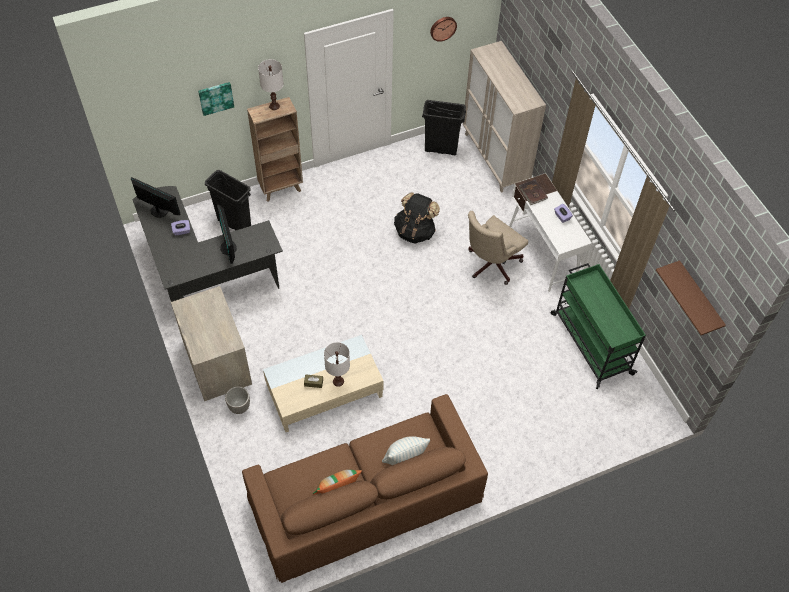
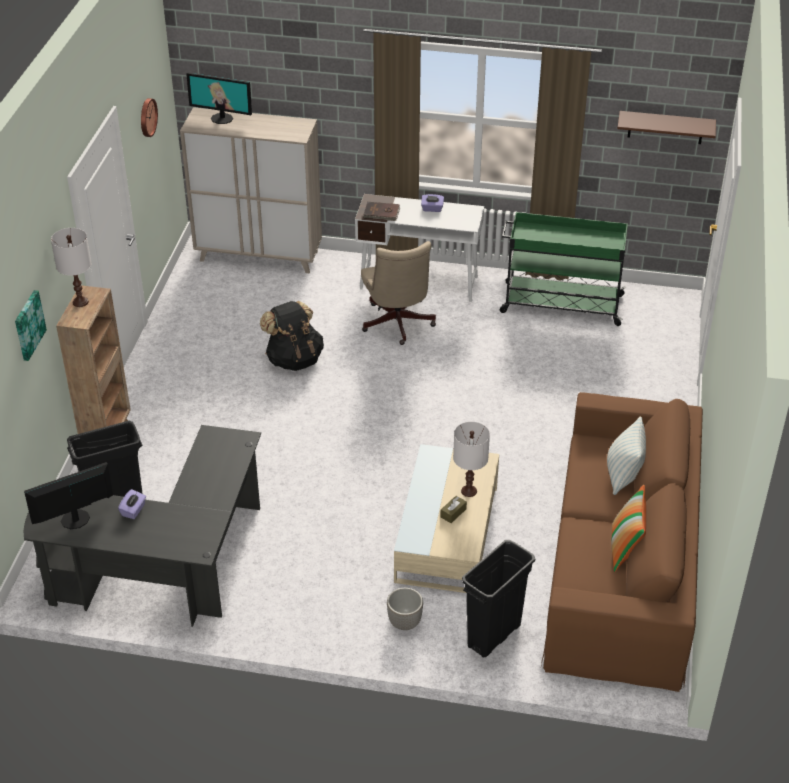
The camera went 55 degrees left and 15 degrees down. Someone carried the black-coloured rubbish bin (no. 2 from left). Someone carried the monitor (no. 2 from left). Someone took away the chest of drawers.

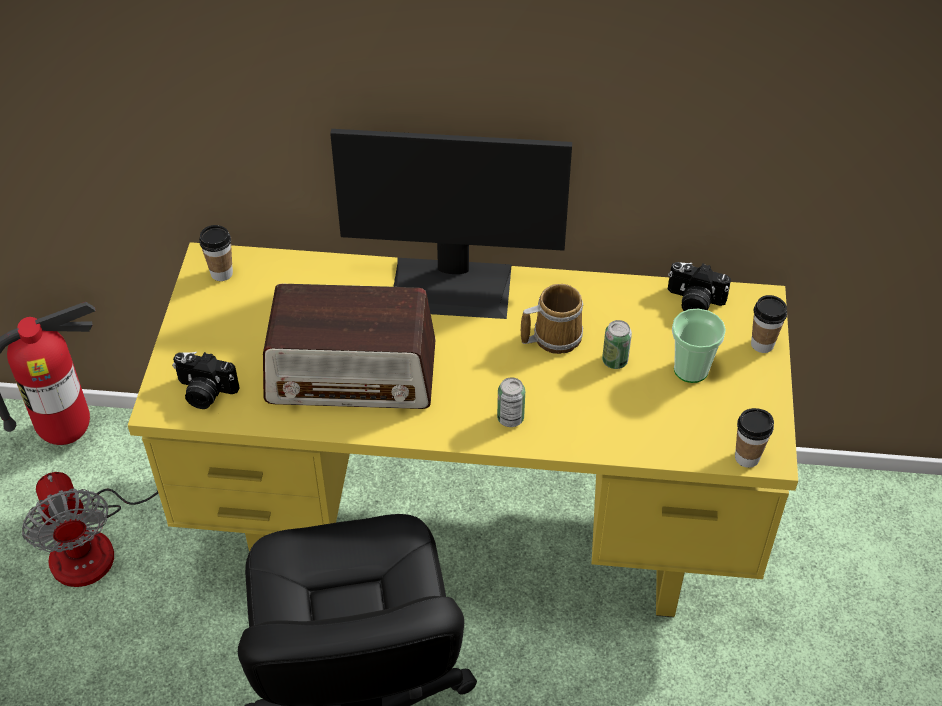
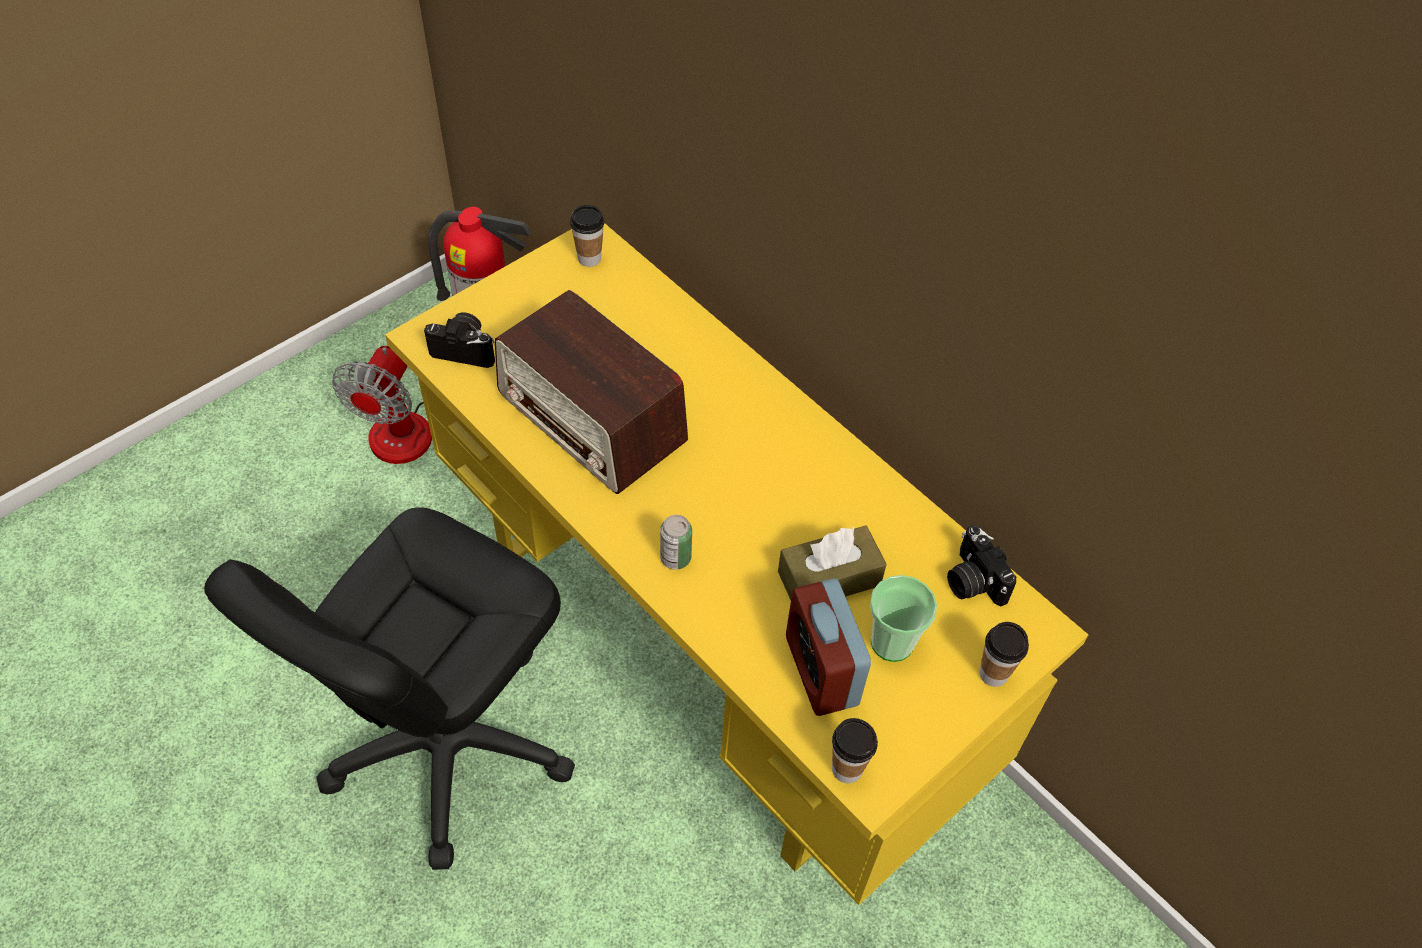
The camera went 40 degrees right and 5 degrees up. Someone took away the monitor. Someone took away the mug. Someone swapped the metal can (no. 2 from left) for the brownish tissue holder. Someone rotated the photo camera (no. 1 from left) by 135 degrees clockwise. Someone put down the alarm clock.

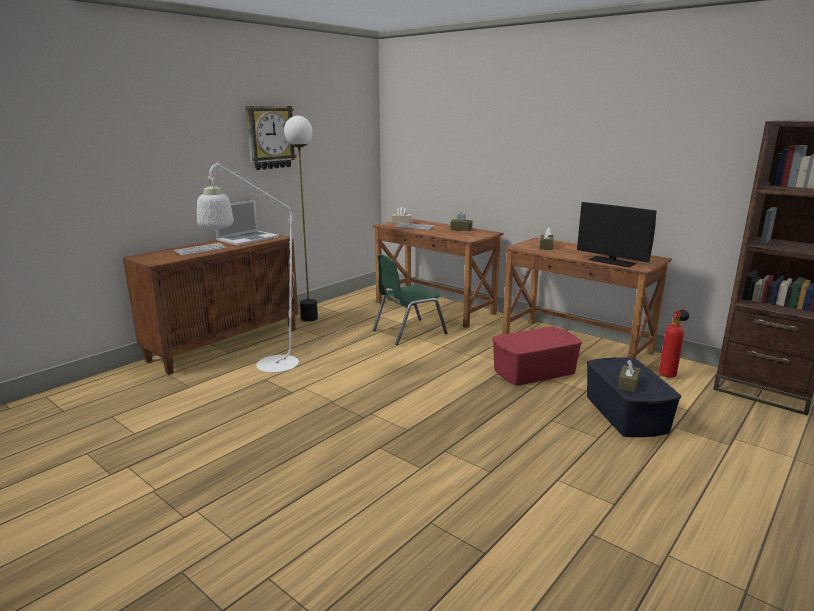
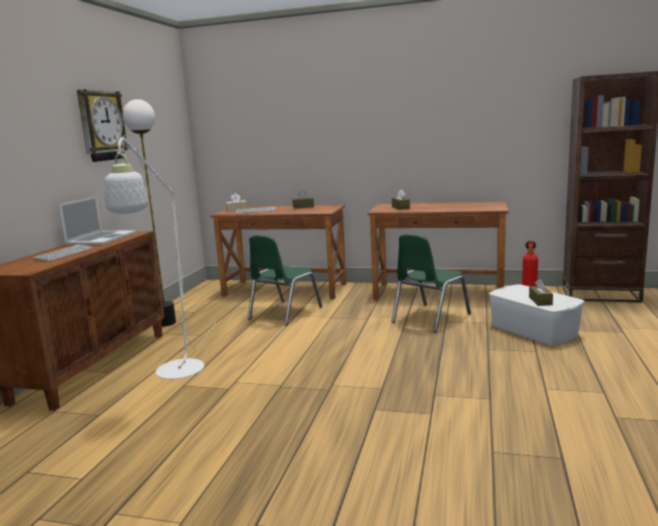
The camera went 25 degrees left and 5 degrees down. Someone took away the monitor. Someone swapped the red storage container for the green-coloured upright chair (no. 2 from left). Someone repainted the blue storage container, which became the white storage container.

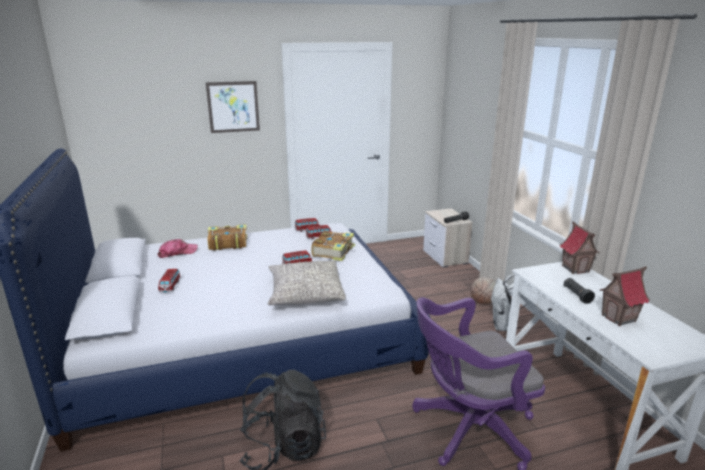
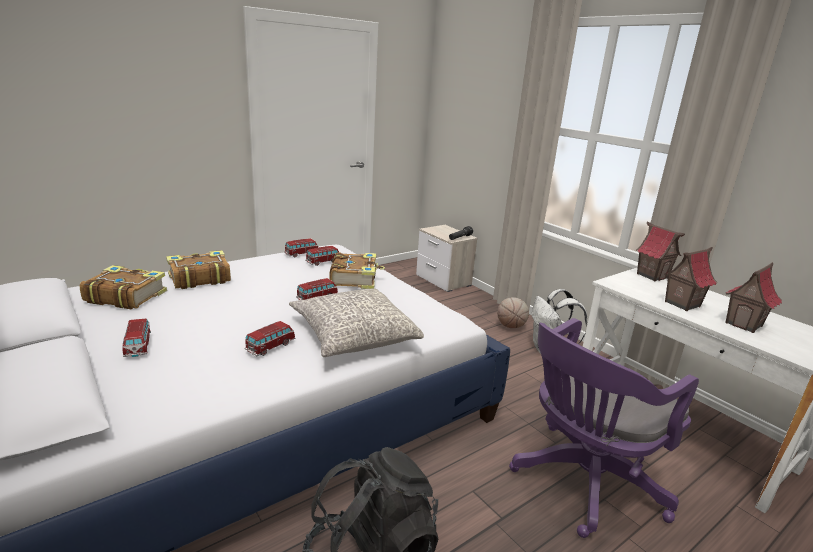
The camera went 20 degrees left and 0 degrees up. Someone took away the wall picture. Someone swapped the baseball cap for the bound book (no. 1 from left). Someone swapped the black-coloured flashlight (no. 2 from left) for the toy house (no. 2 from left). Someone put down the miniature car (no. 2 from left).

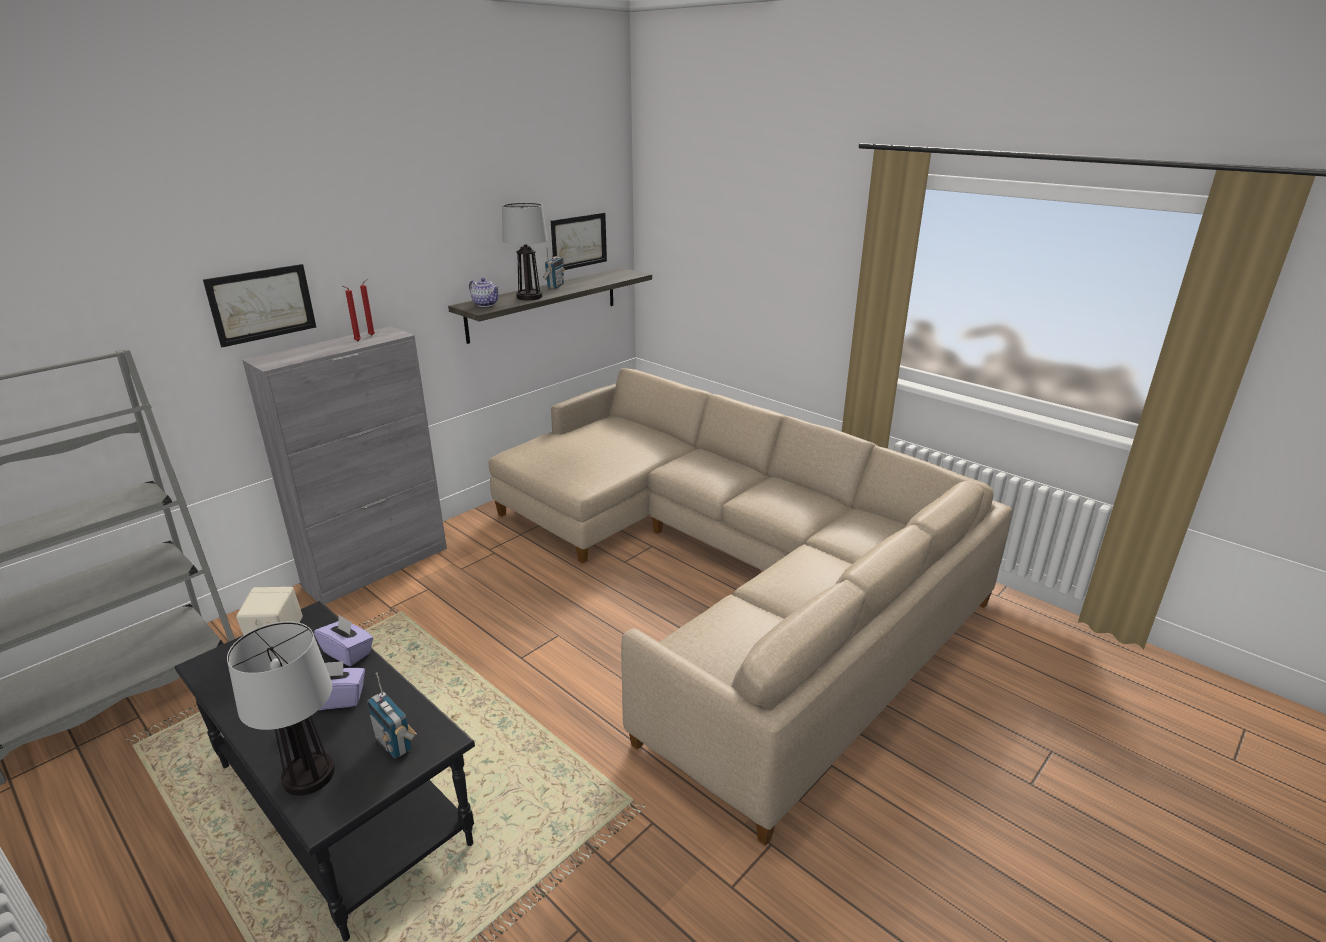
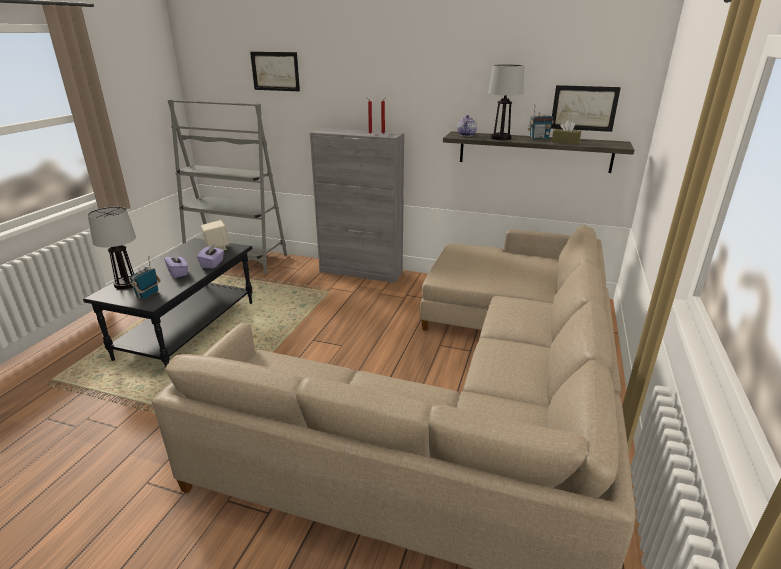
The camera went 65 degrees right and 0 degrees up. Someone carried the wall picture (no. 1 from left). Someone put down the brownish tissue holder.

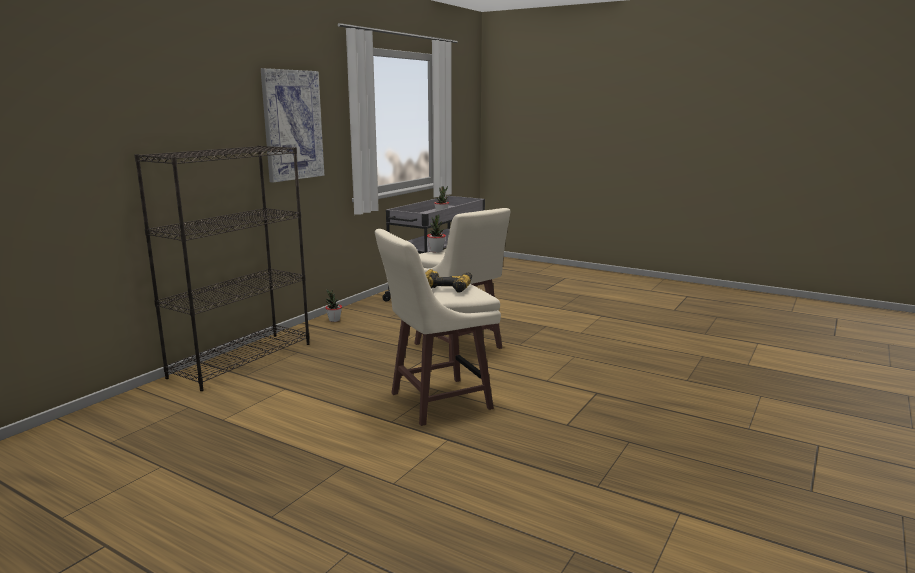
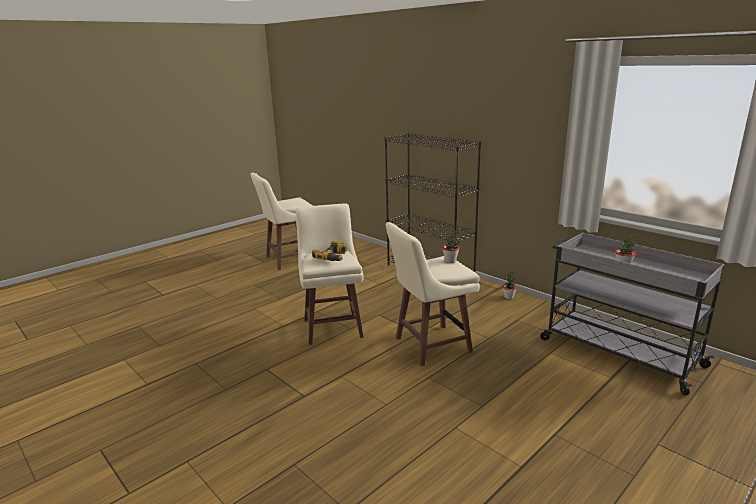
The camera went 105 degrees right and 5 degrees up. Someone took away the wall picture. Someone put down the beige-coloured stool seat (no. 1 from left).

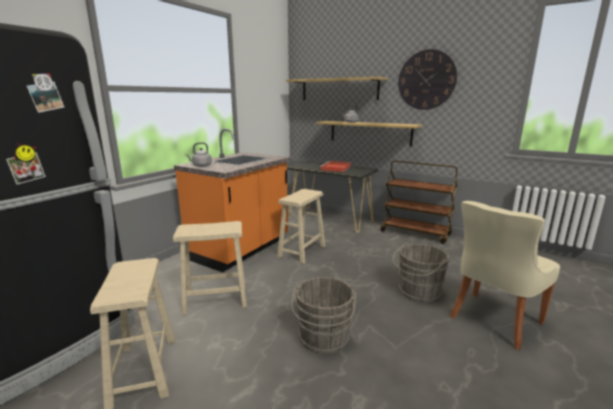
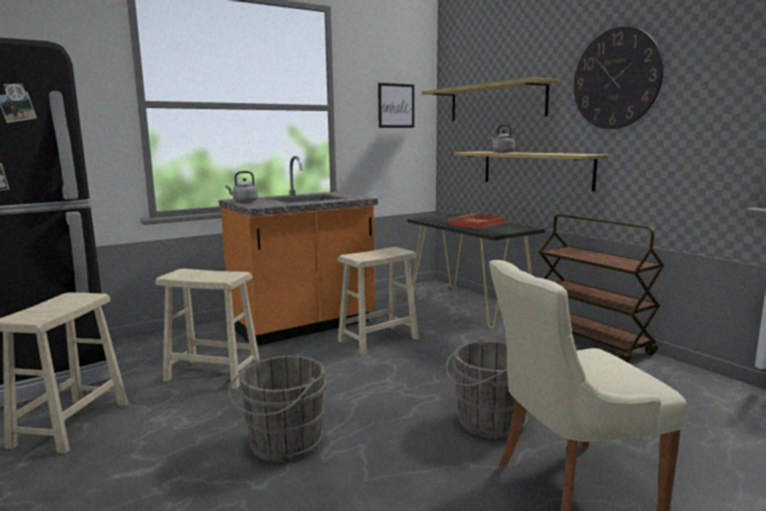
The camera went 25 degrees right and 5 degrees down. Someone put up the wall picture.

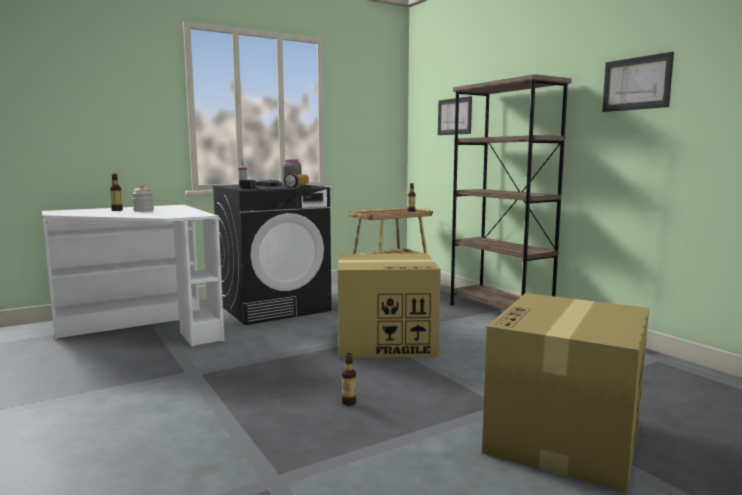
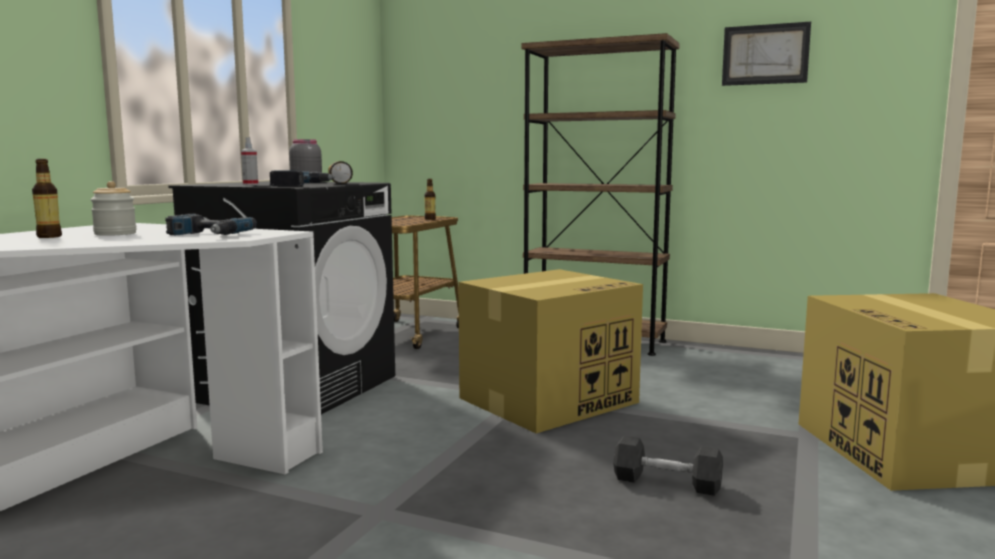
The camera went 35 degrees left and 0 degrees up. Someone took away the wall picture (no. 1 from left). Someone swapped the bottle (no. 2 from left) for the gray dumbbell. Someone put down the power drill (no. 1 from left).

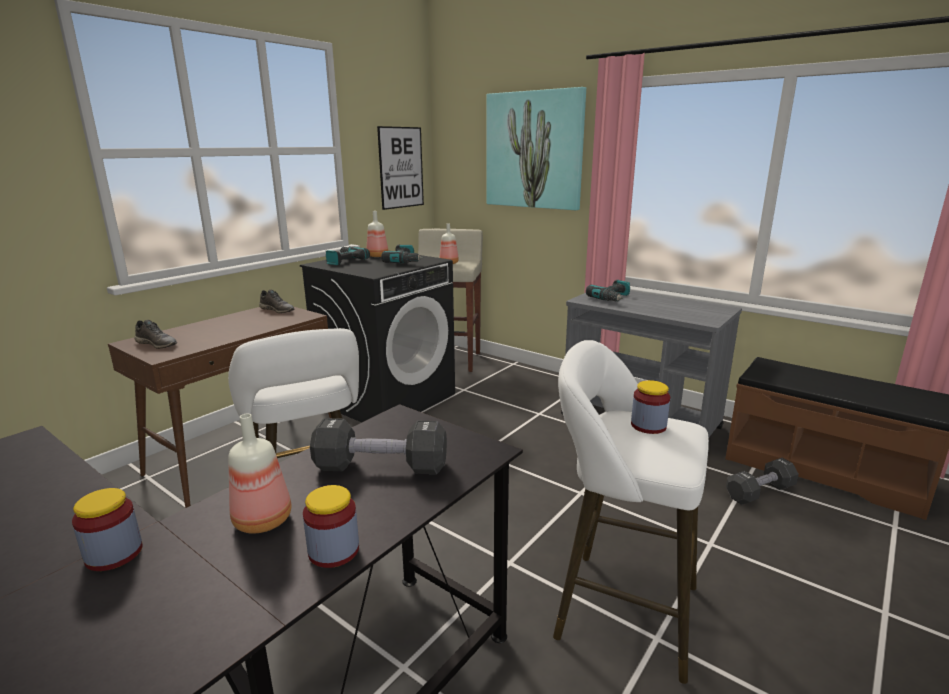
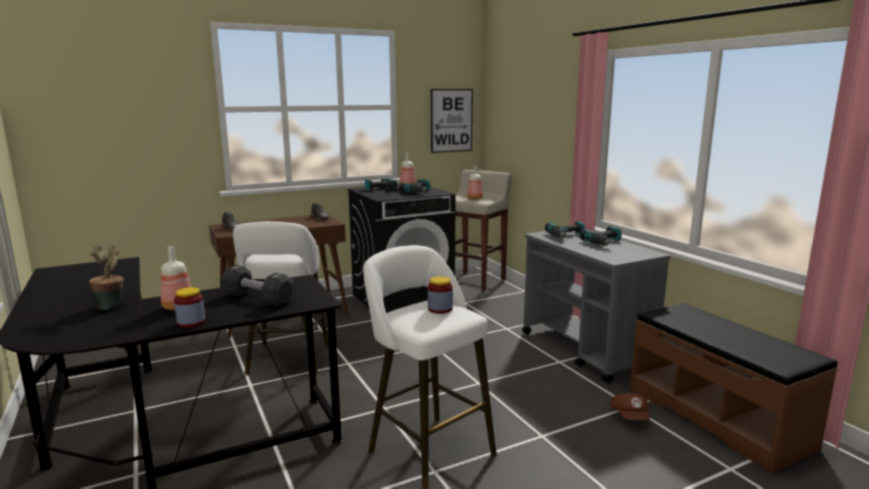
The camera went 25 degrees right and 5 degrees down. Someone took away the wall picture (no. 2 from left). Someone swapped the black-coloured dumbbell (no. 2 from left) for the brownish baseball cap. Someone swapped the preserve jar (no. 1 from left) for the plant in a pot. Someone put down the power drill (no. 4 from left).

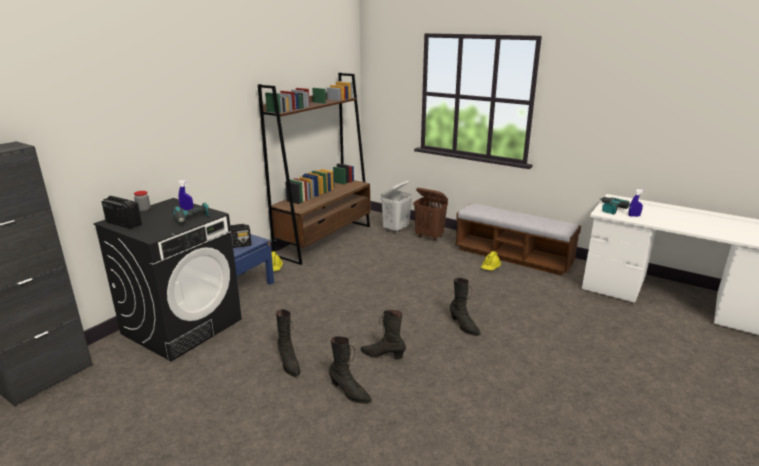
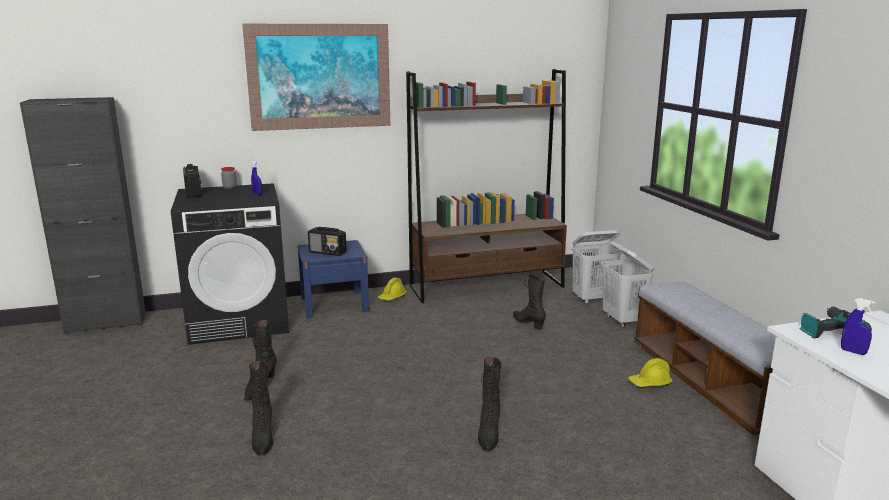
The camera went 40 degrees right and 5 degrees down. Someone repainted the brownish hamper, which became the white hamper (no. 2 from left). Someone took away the power drill (no. 1 from left). Someone carried the black-coloured tall boot (no. 3 from left in the first image). Someone put up the wall picture.

